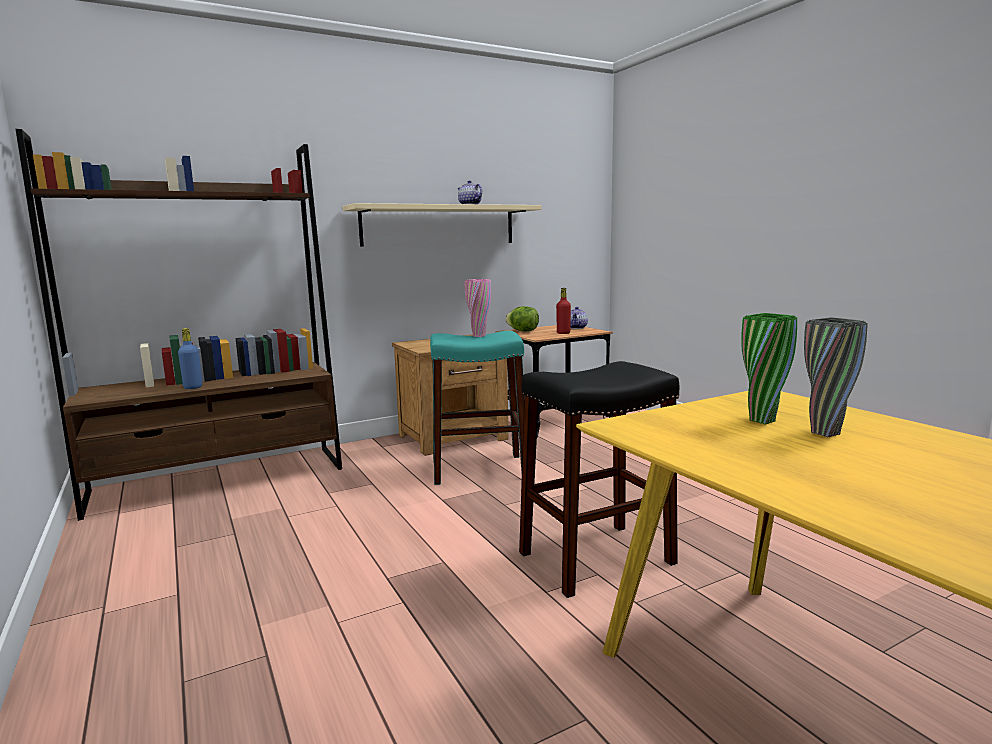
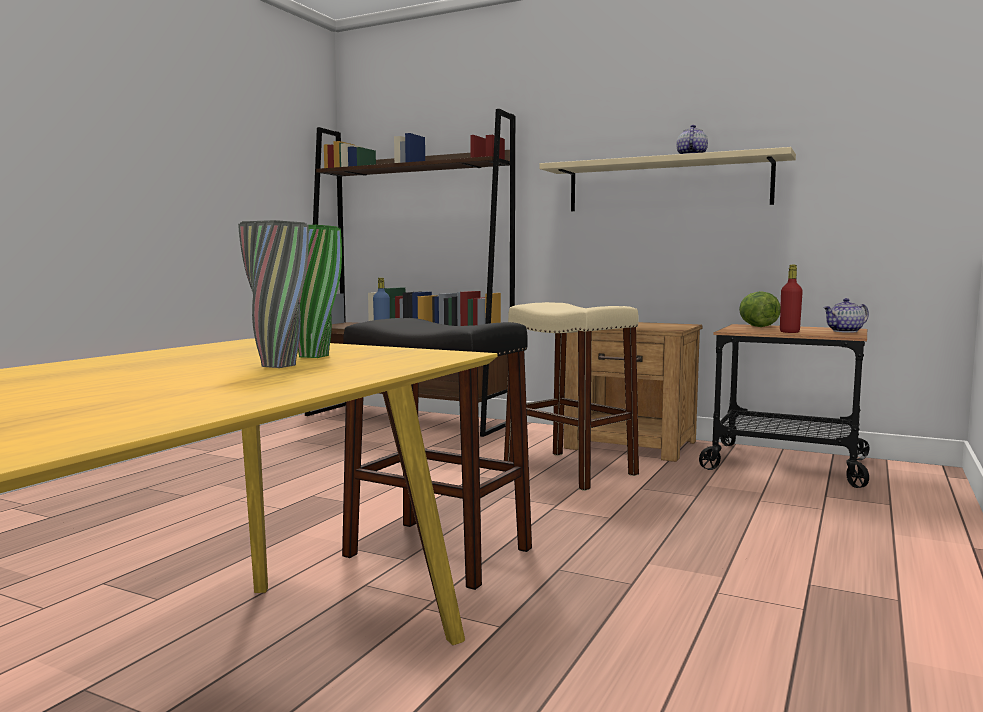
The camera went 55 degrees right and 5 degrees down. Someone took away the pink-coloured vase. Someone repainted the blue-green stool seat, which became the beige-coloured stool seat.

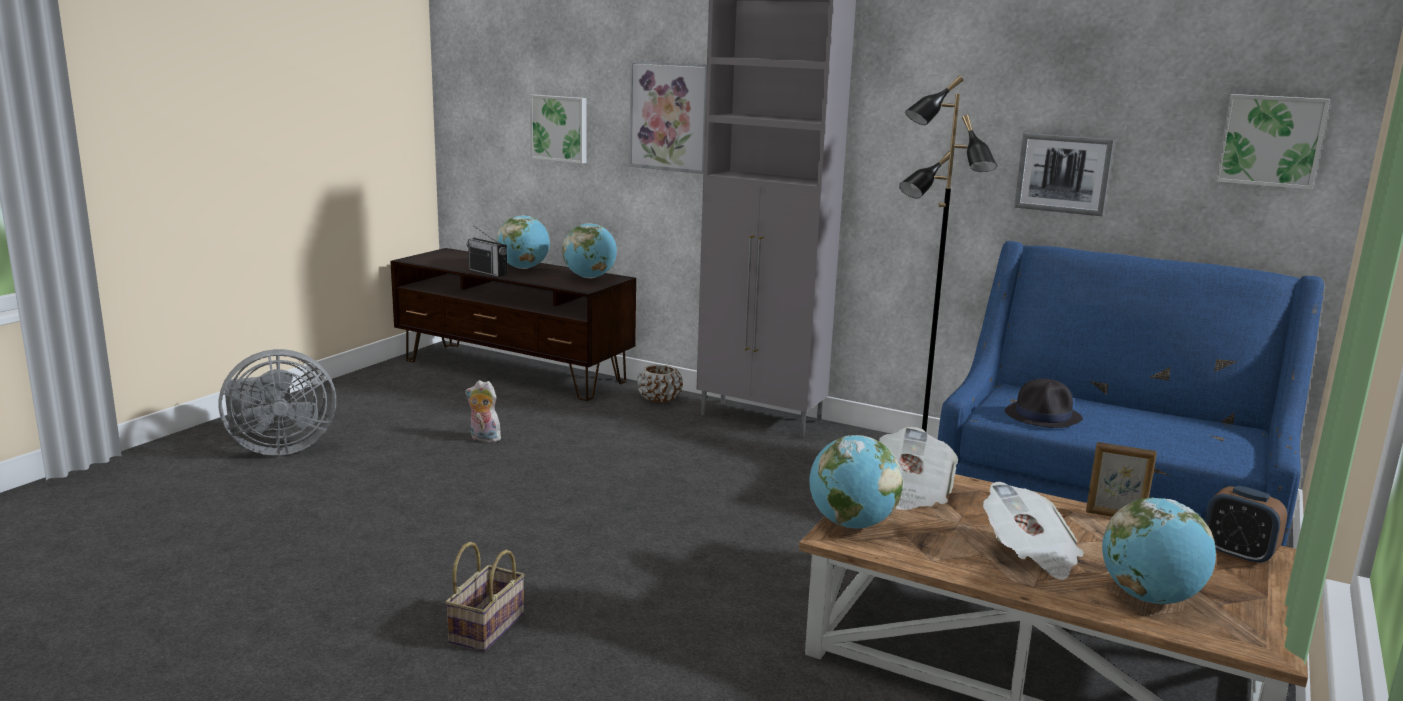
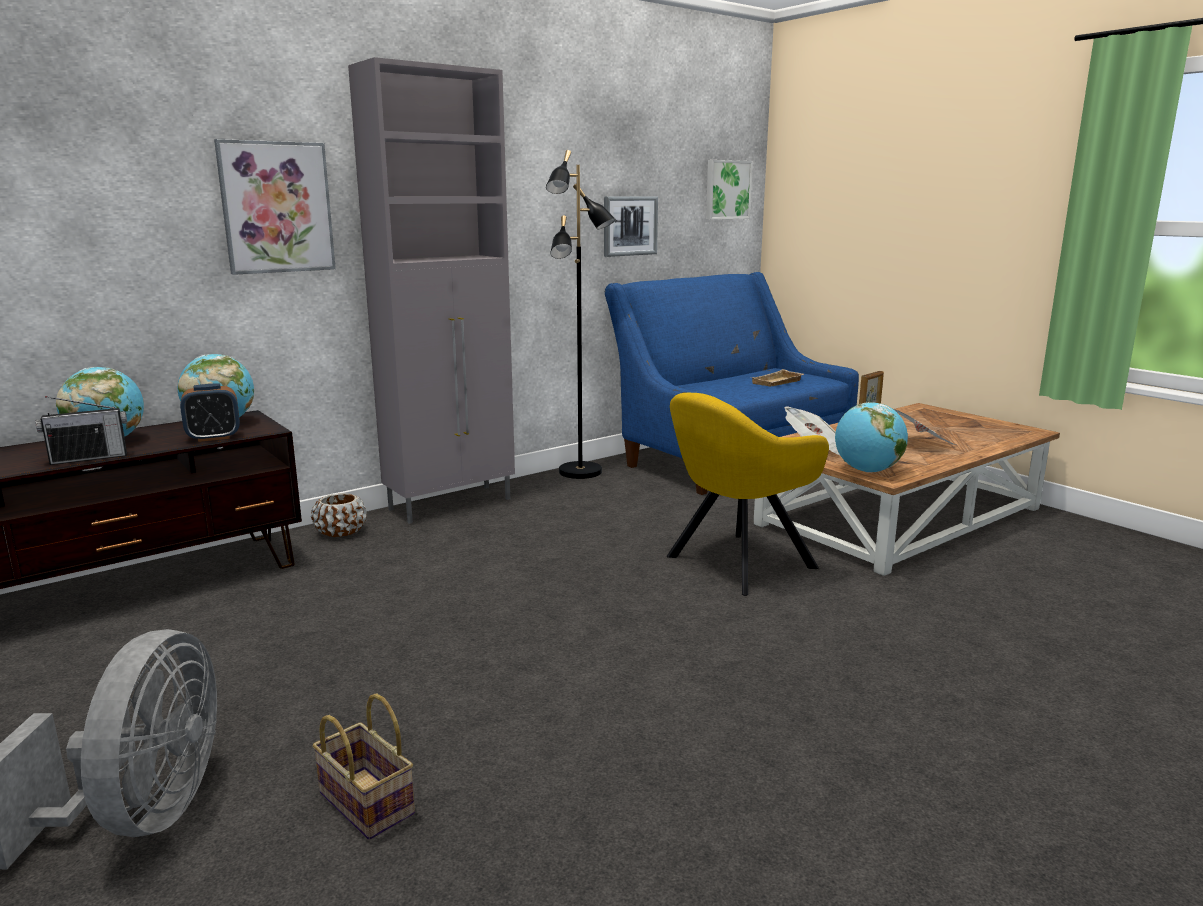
The camera went 65 degrees left and 0 degrees up. Someone took away the wall picture (no. 1 from left). Someone took away the black-coloured clothing hat. Someone took away the cuddly toy. Someone carried the alarm clock. Someone took away the globe (no. 4 from left). Someone carried the storage basket. Someone put down the beige-coloured serving tray. Someone put down the yellow-coloured easy chair.

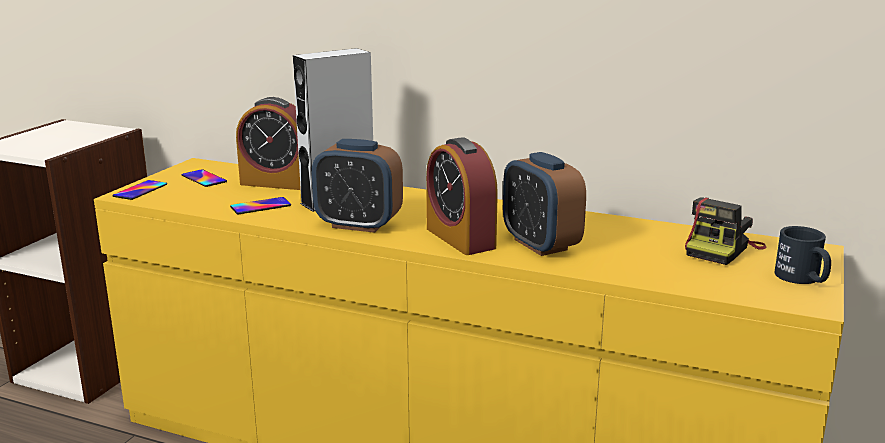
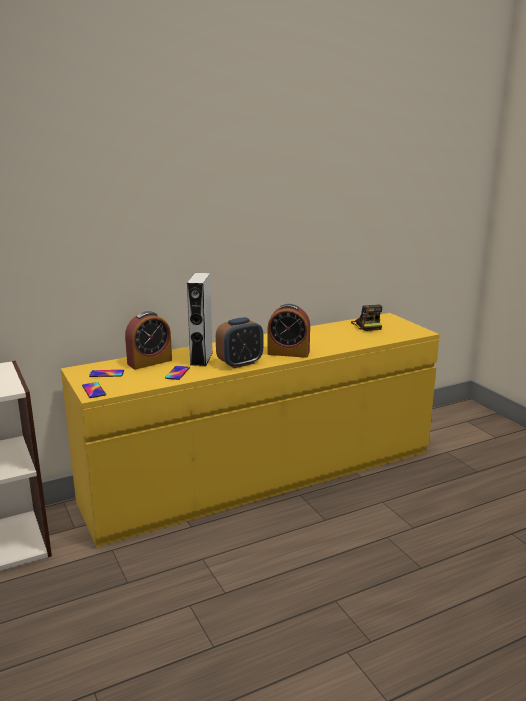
The camera went 50 degrees left and 0 degrees up. Someone took away the alarm clock (no. 4 from left). Someone took away the black-coloured mug.

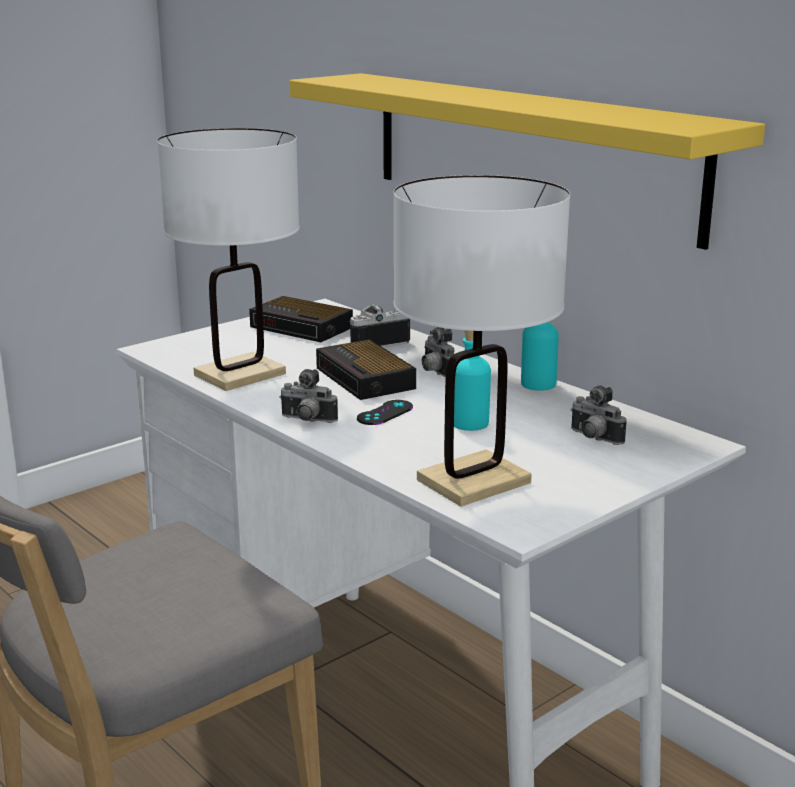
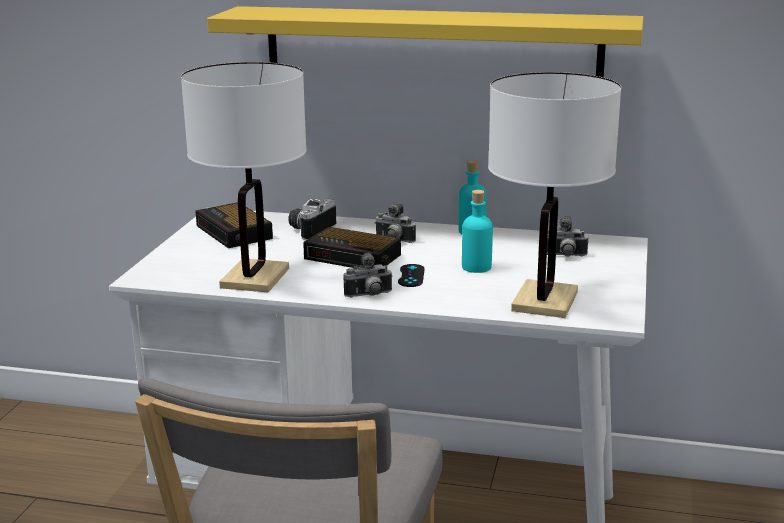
The camera went 35 degrees left and 0 degrees up. Someone rotated the alarm clock (no. 1 from left) by 60 degrees clockwise.

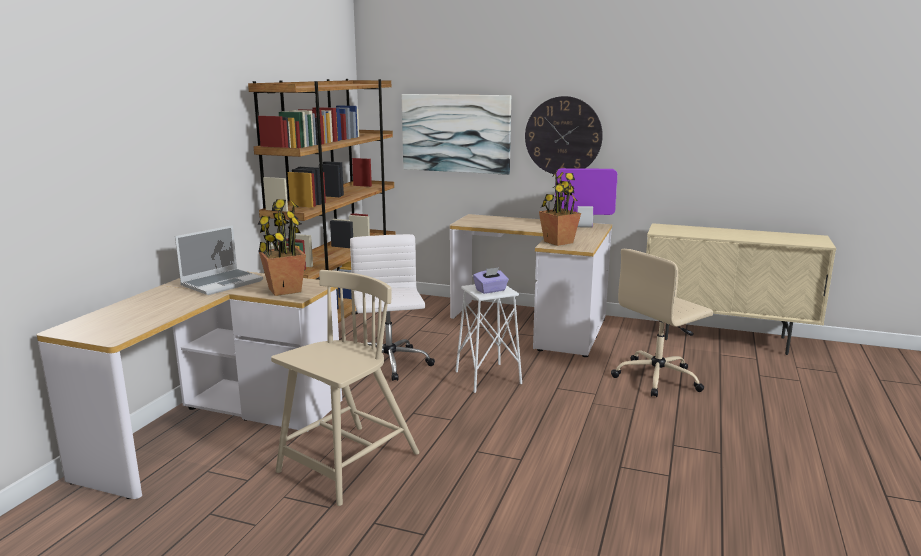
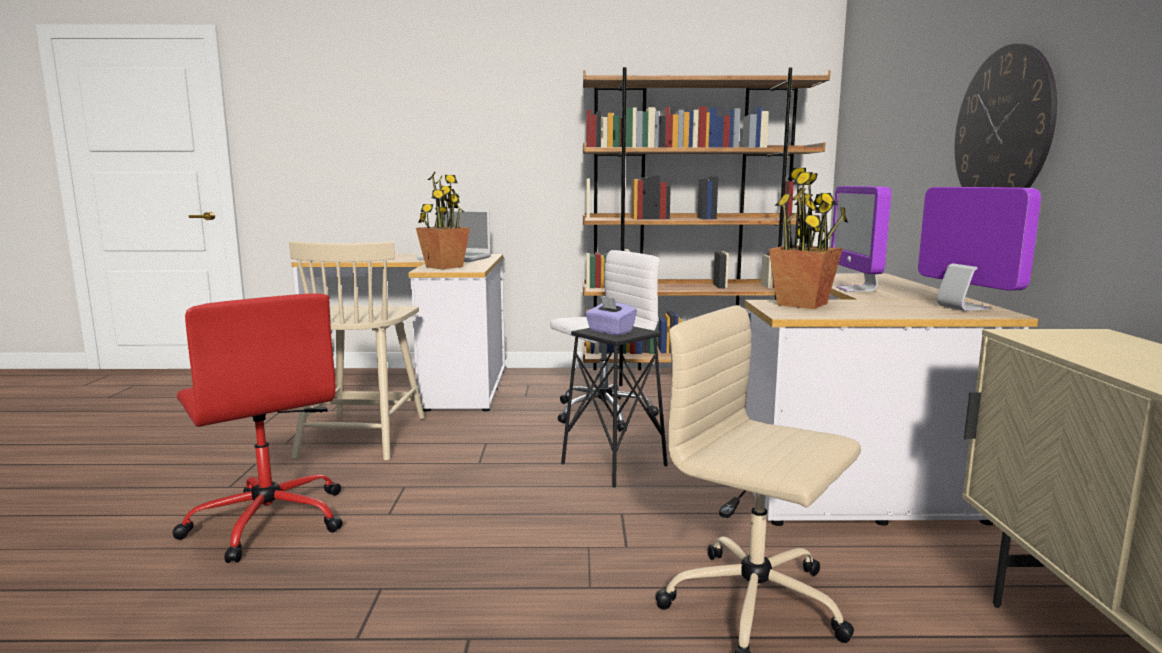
The camera went 70 degrees right and 5 degrees down. Someone took away the wall picture. Someone rotated the beige-coloured upright chair by 75 degrees clockwise. Someone repainted the white stool seat, which became the black-coloured stool seat. Someone put down the monitor (no. 1 from left). Someone put down the red office chair.

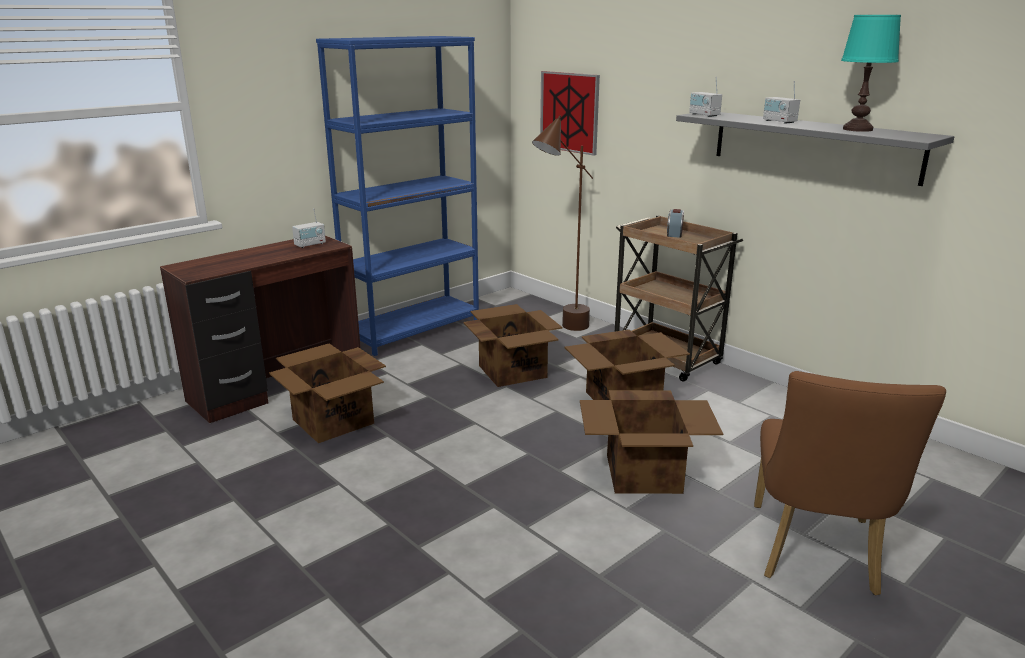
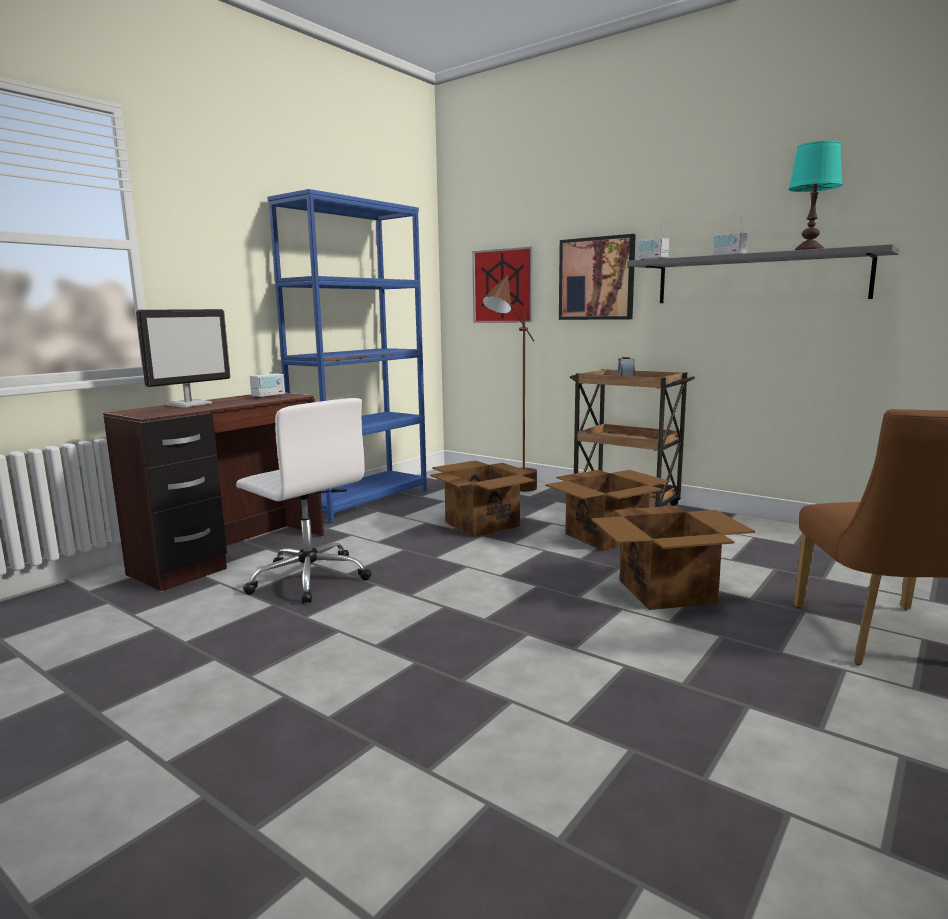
The camera went 10 degrees left and 10 degrees down. Someone swapped the cardboard box (no. 1 from left) for the white office chair. Someone put up the wall picture (no. 2 from left). Someone put down the monitor.

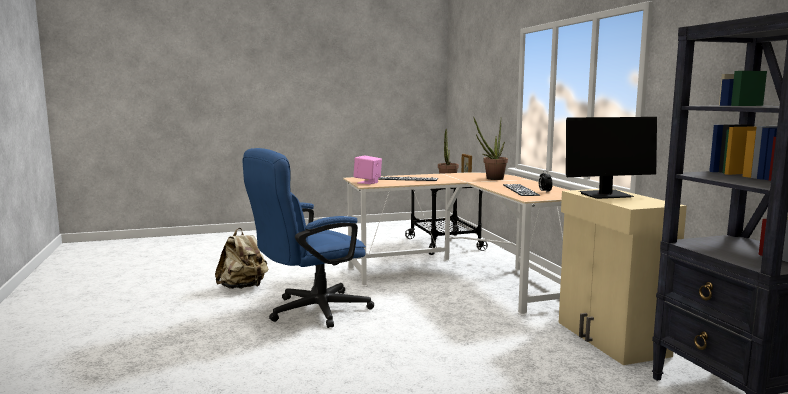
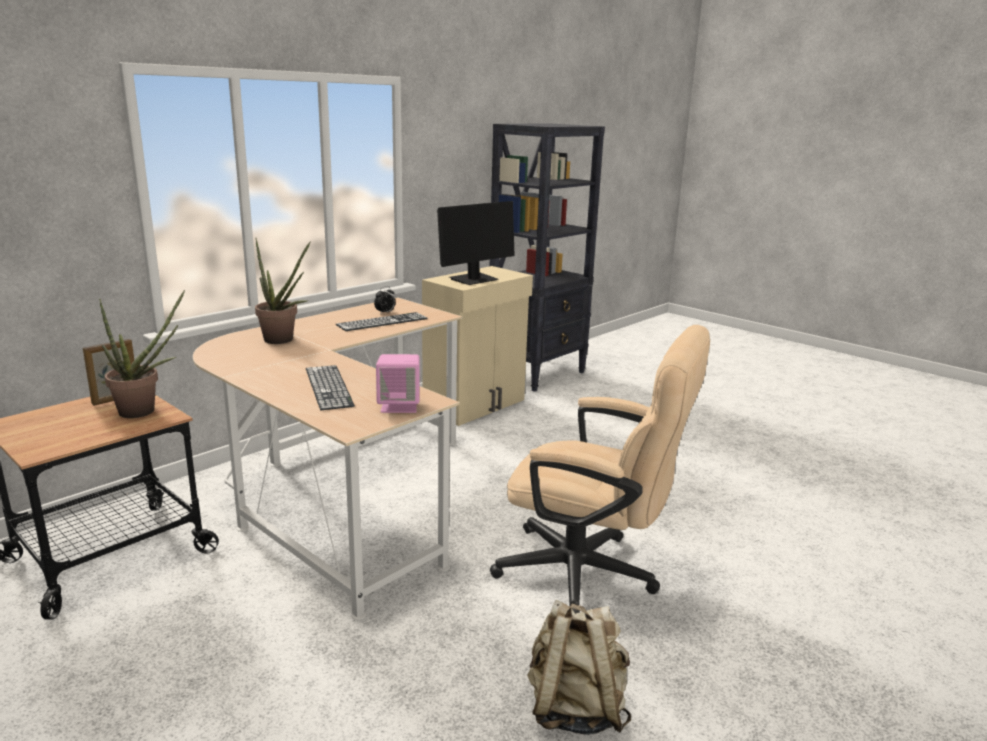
The camera went 120 degrees left and 10 degrees up. Someone rotated the monitor by 90 degrees clockwise. Someone repainted the blue office chair, which became the beige-coloured office chair.

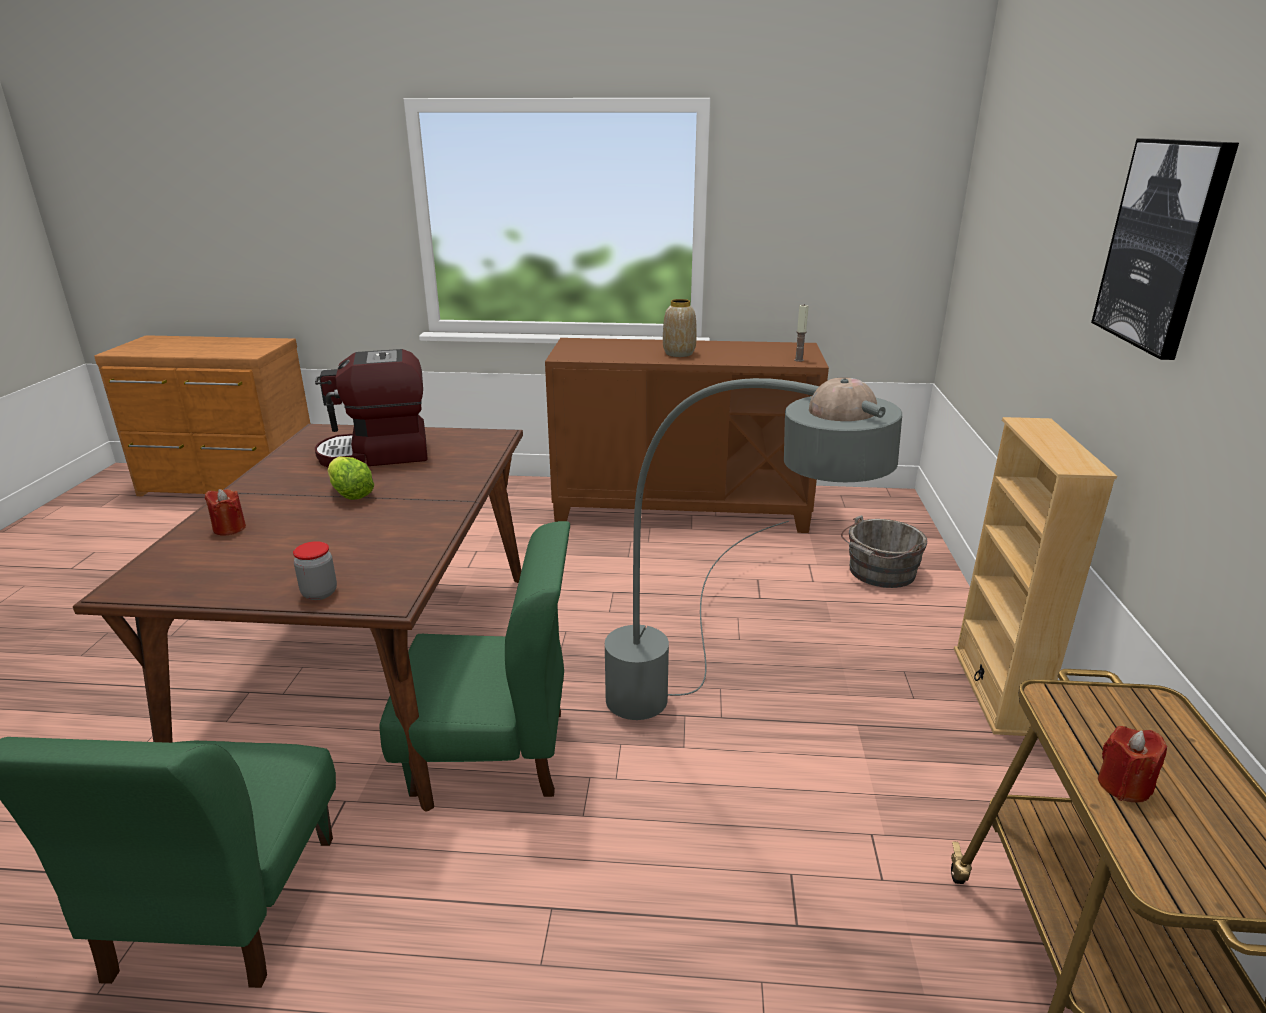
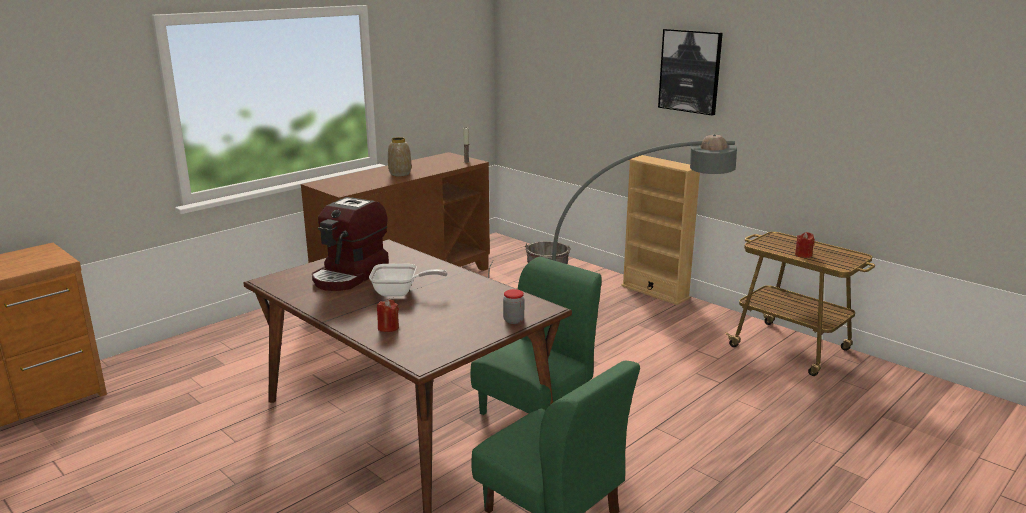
The camera went 50 degrees left and 5 degrees down. Someone swapped the head of lettuce for the frying pan.

